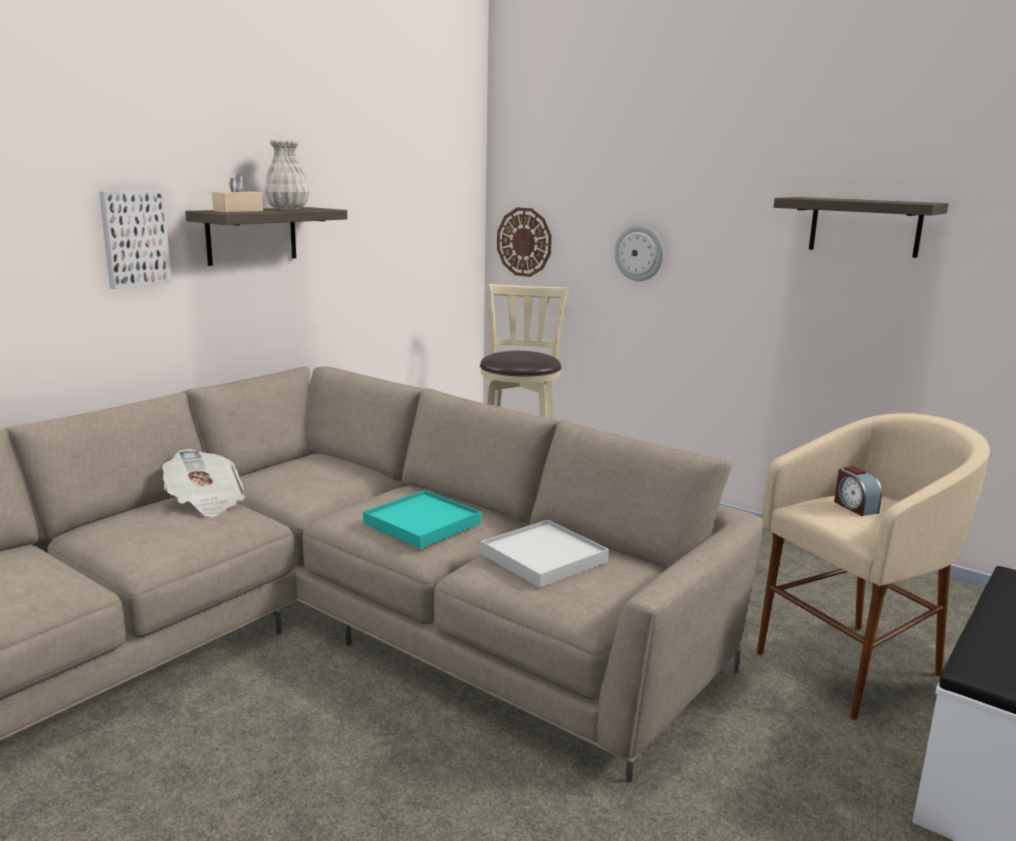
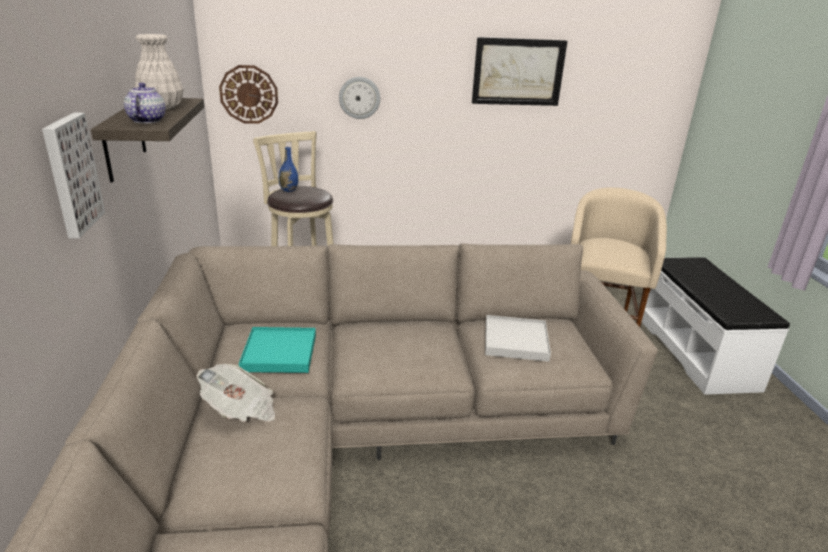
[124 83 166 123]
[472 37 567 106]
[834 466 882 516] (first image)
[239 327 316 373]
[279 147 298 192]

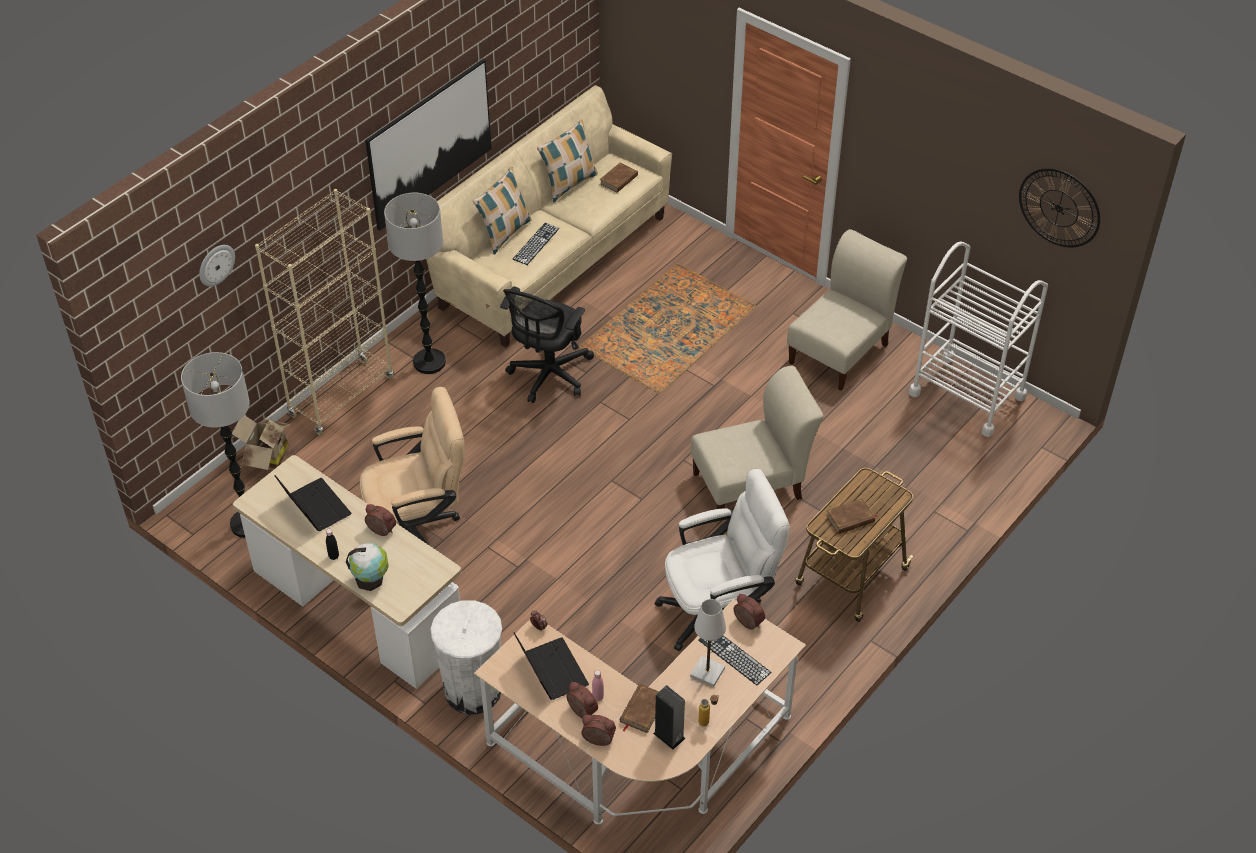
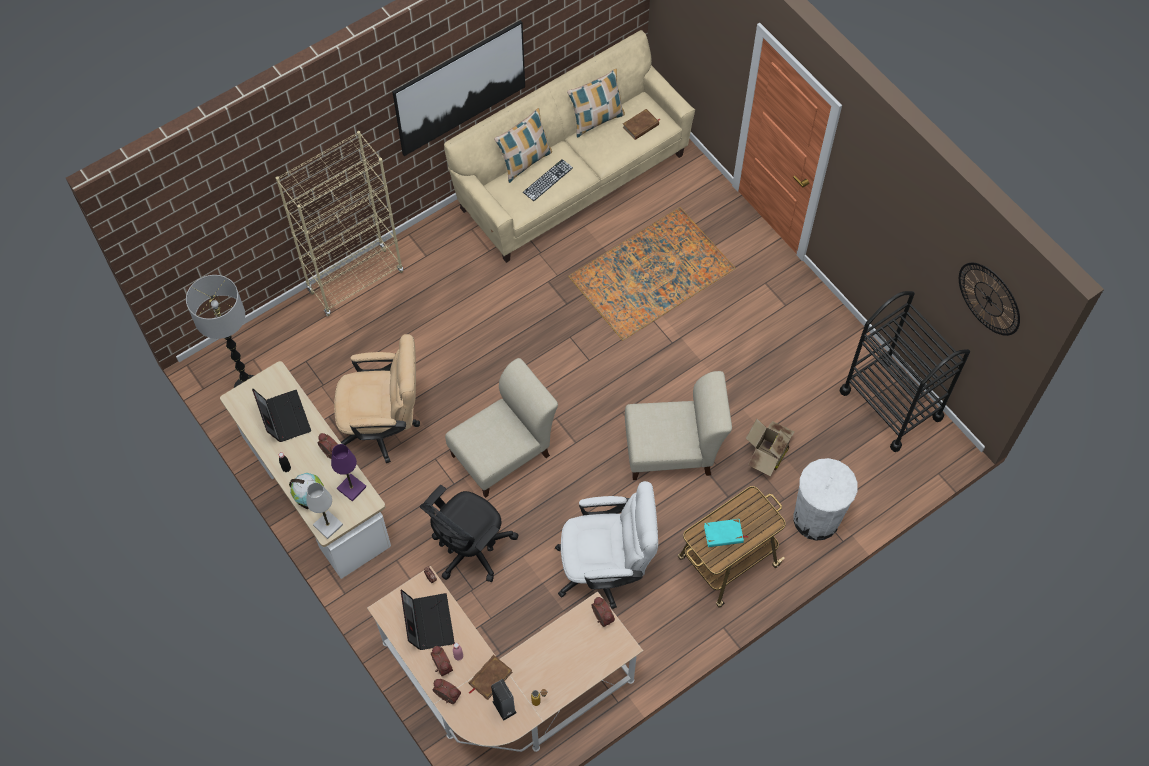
[384 193 446 374] (first image)
[445 358 558 498]
[839 291 970 452]
[199 245 235 286] (first image)
[420 485 519 582]
[746 419 795 476]
[704 519 748 547]
[306 483 343 539]
[793 458 858 541]
[699 636 771 685] (first image)
[331 444 366 502]

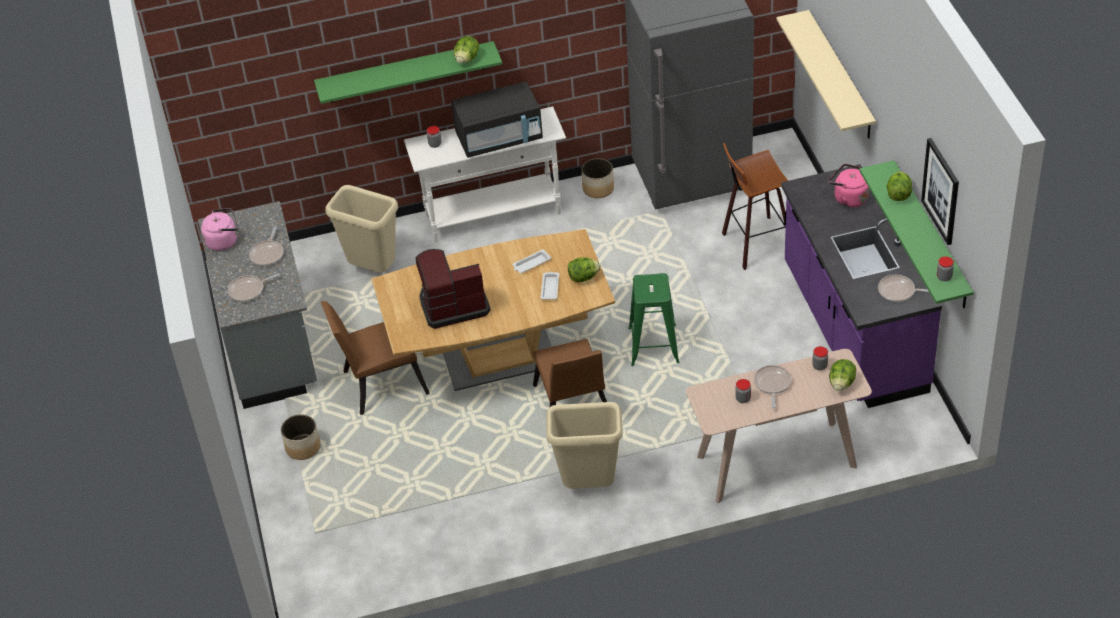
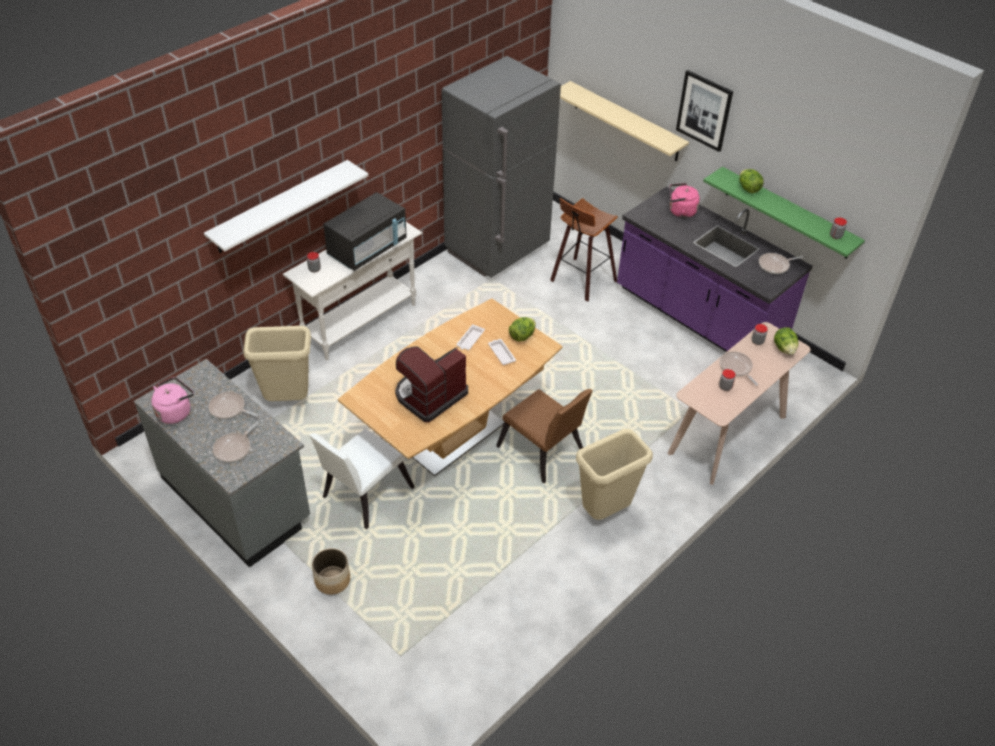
[454 36 479 64] (first image)
[204 160 368 253]
[676 70 733 152]
[582 158 614 198] (first image)
[208 392 259 419]
[628 273 680 366] (first image)
[309 428 415 529]

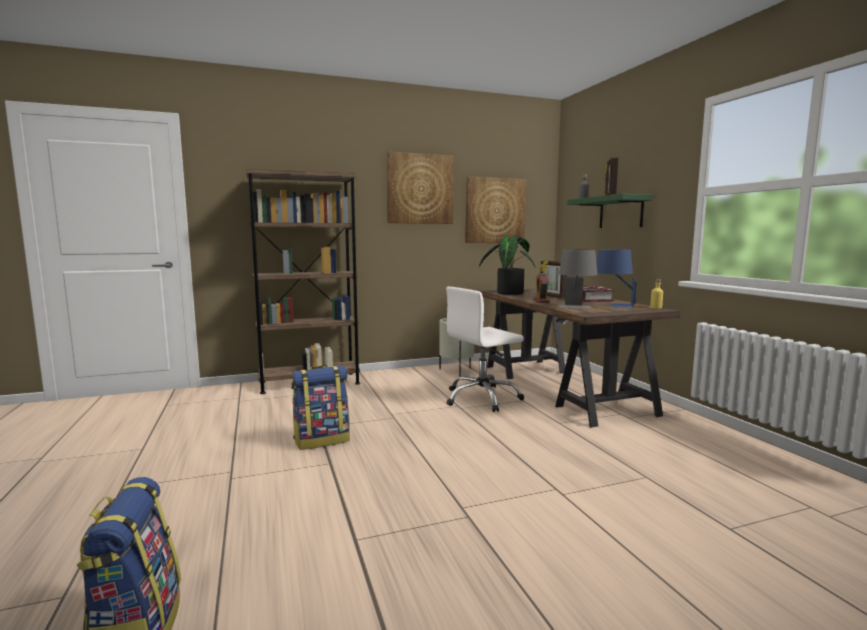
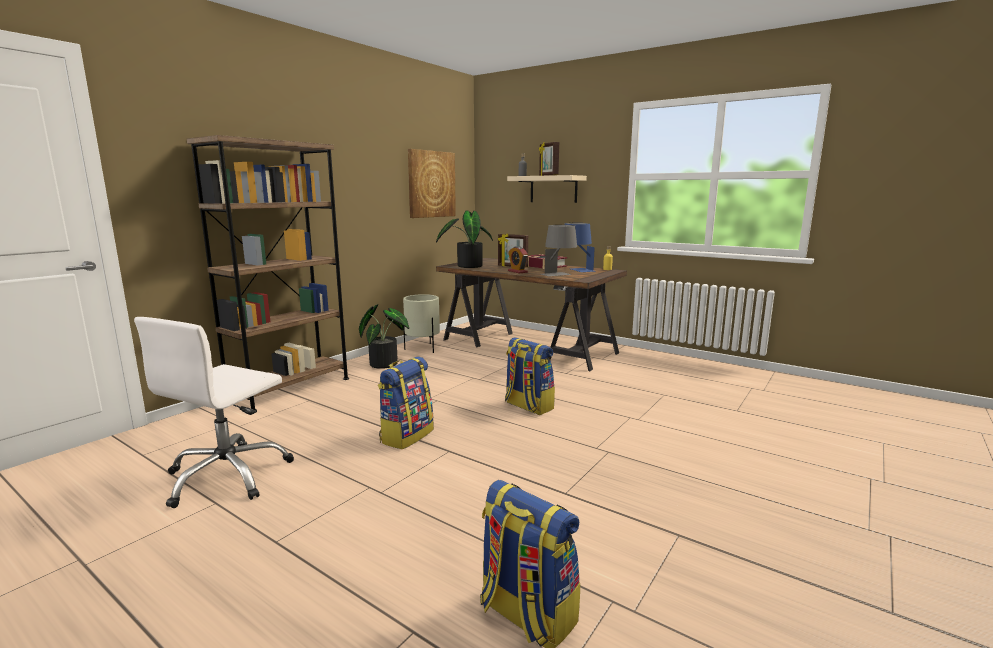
[387 152 454 224] (first image)
[507 175 587 203]
[134 317 294 508]
[359 304 409 369]
[505 337 555 415]

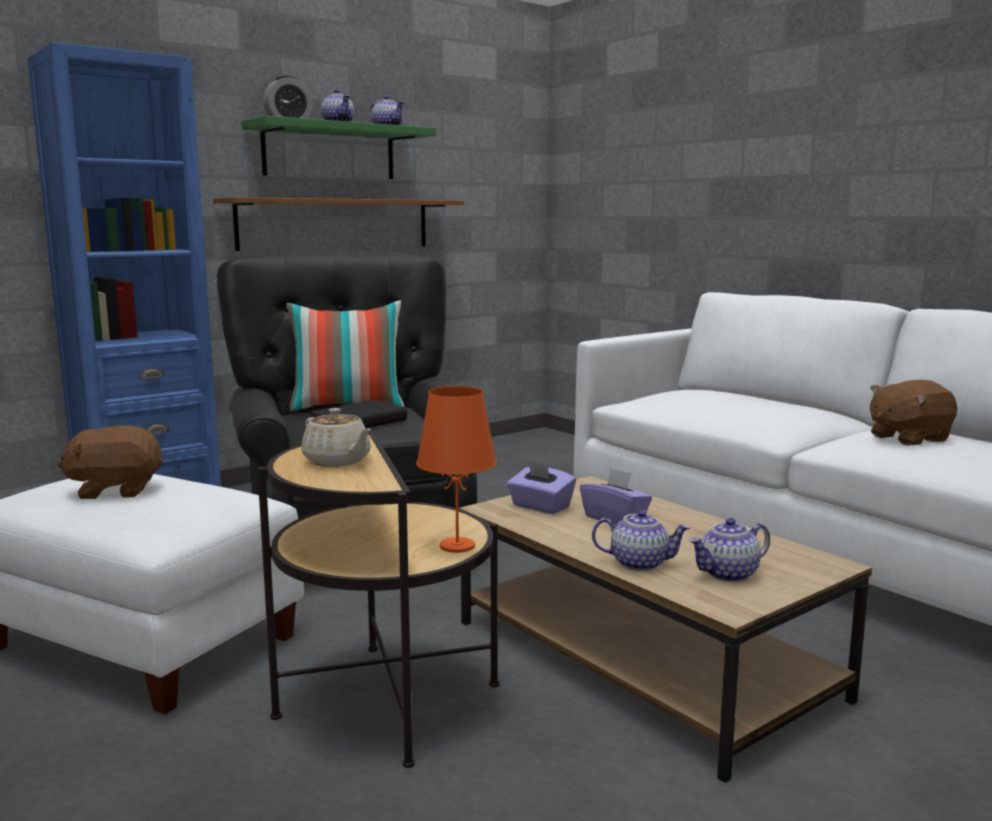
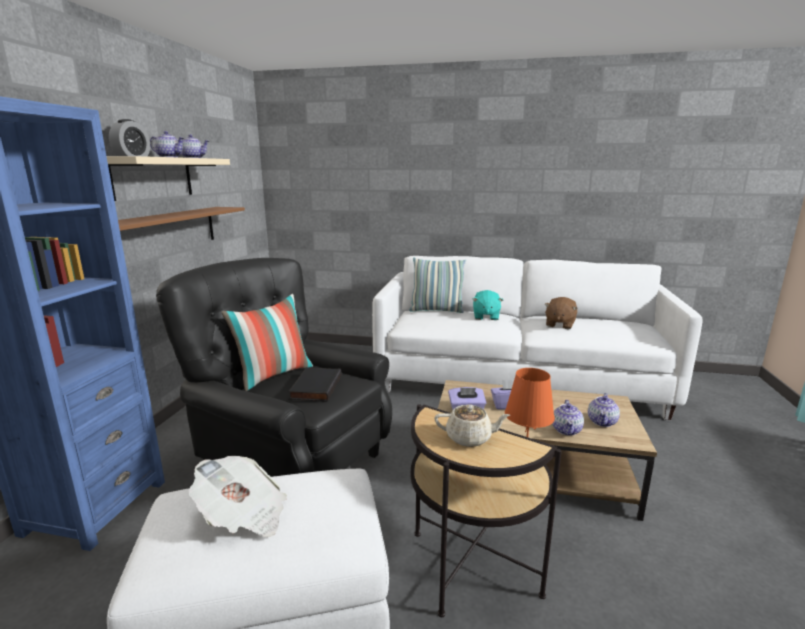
[107 156 230 201]
[189 456 287 537]
[552 400 584 436]
[409 257 466 313]
[472 290 503 320]

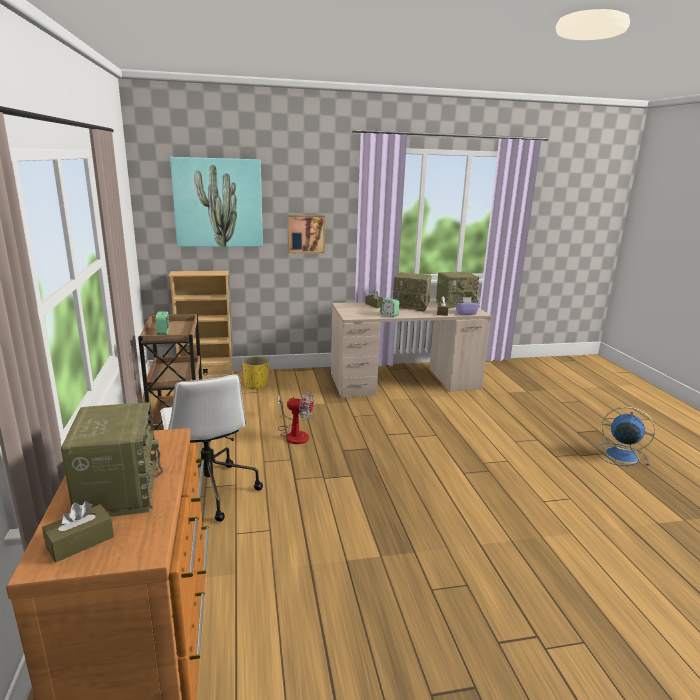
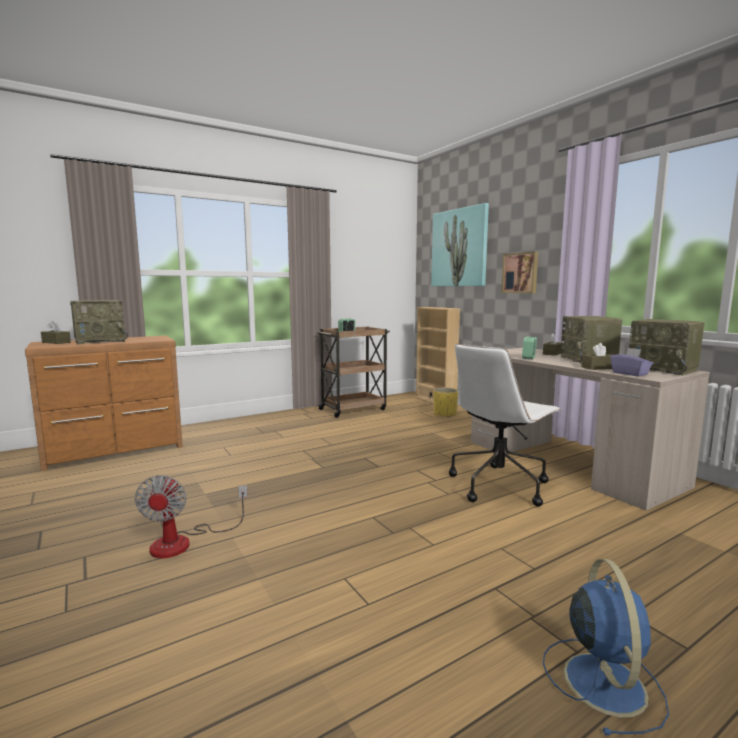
[449 344 561 507]
[135 475 248 558]

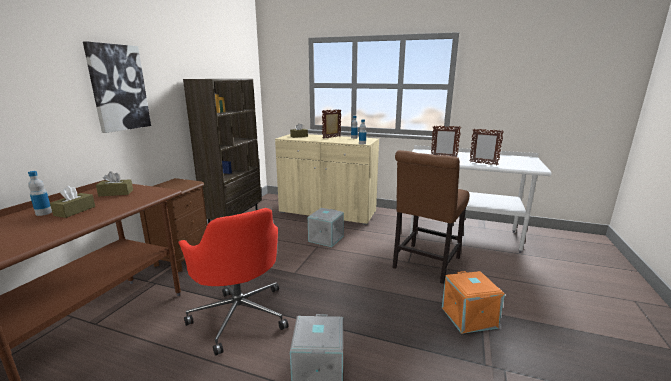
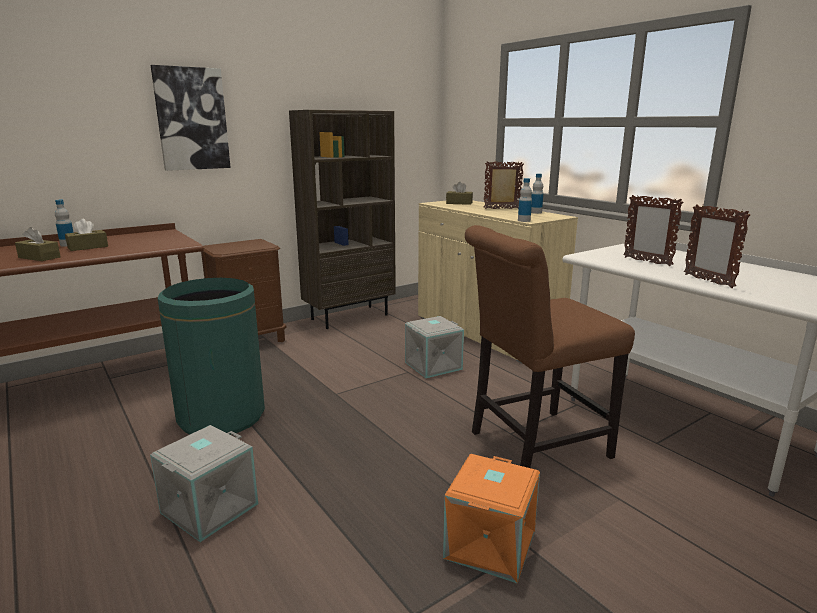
[15 227 61 261]
[158 278 265 435]

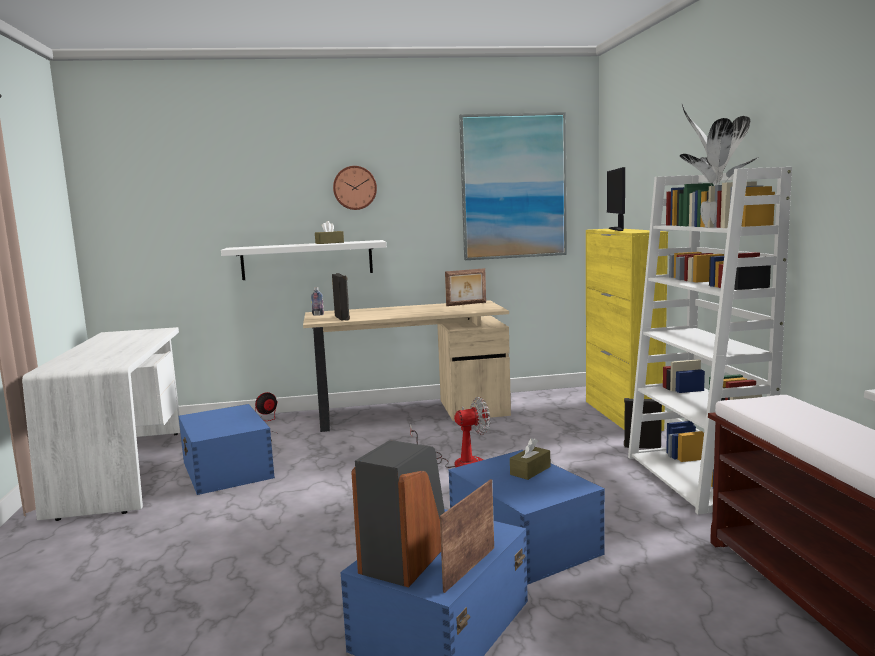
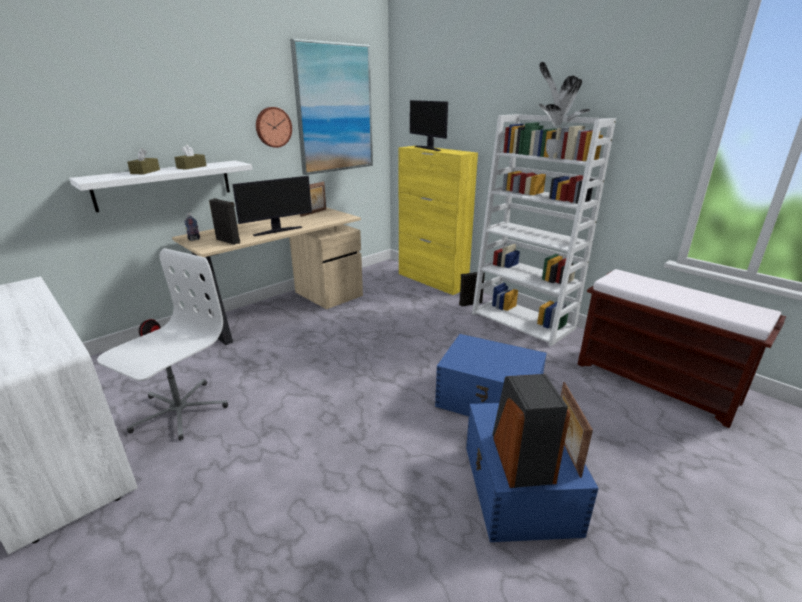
[256 107 292 148]
[410 397 490 468] (first image)
[97 248 228 440]
[127 148 160 174]
[232 176 312 236]

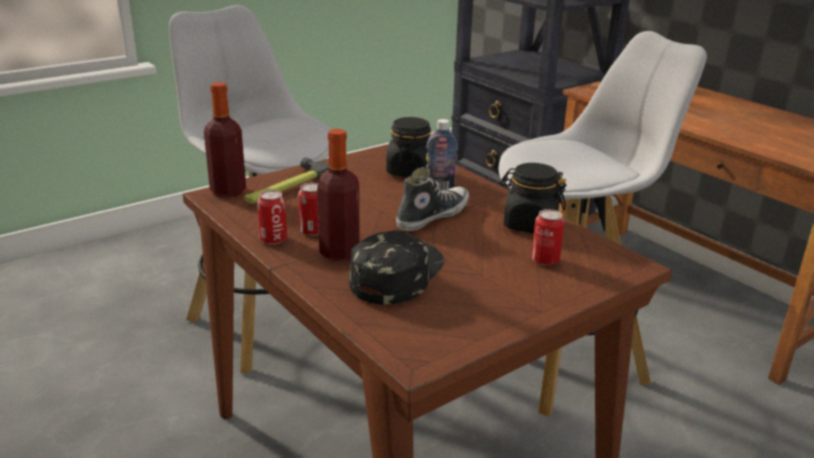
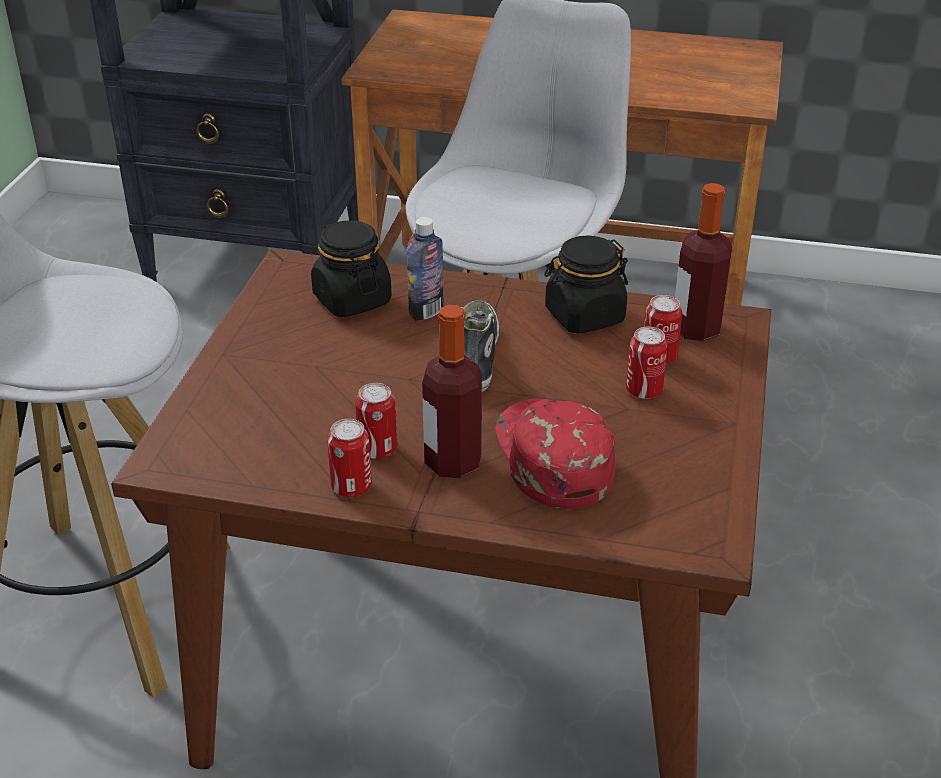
[675 183 732 341]
[244 157 329 204] (first image)
[495 399 615 509]
[626 327 668 399]

